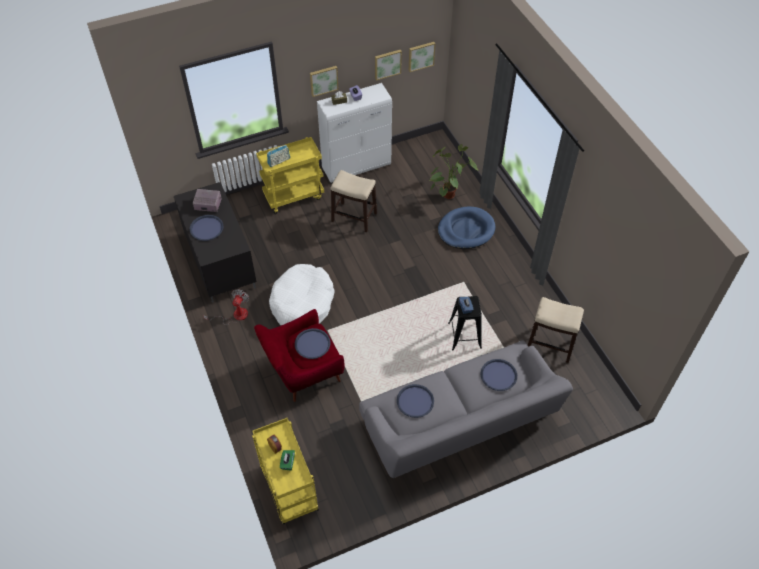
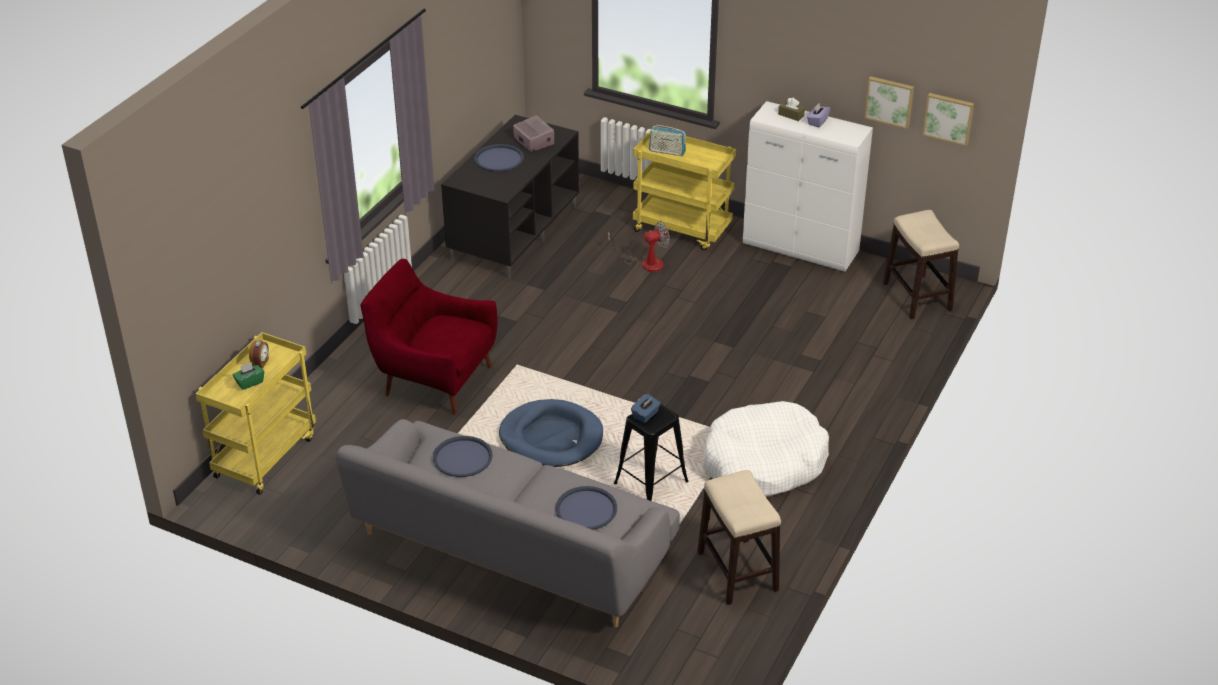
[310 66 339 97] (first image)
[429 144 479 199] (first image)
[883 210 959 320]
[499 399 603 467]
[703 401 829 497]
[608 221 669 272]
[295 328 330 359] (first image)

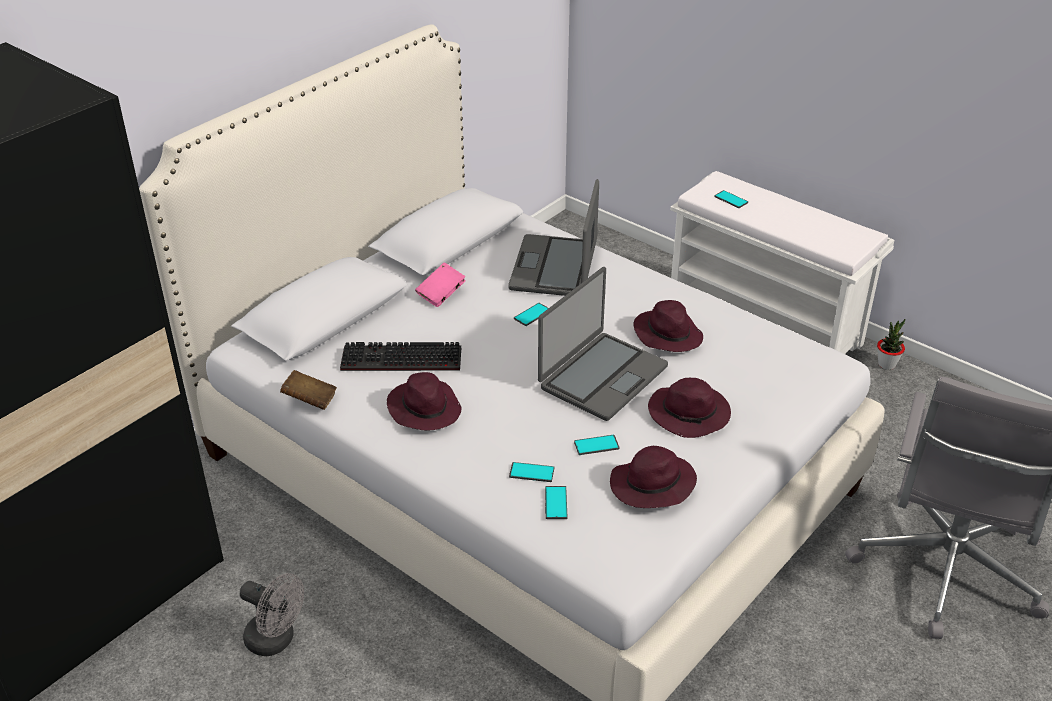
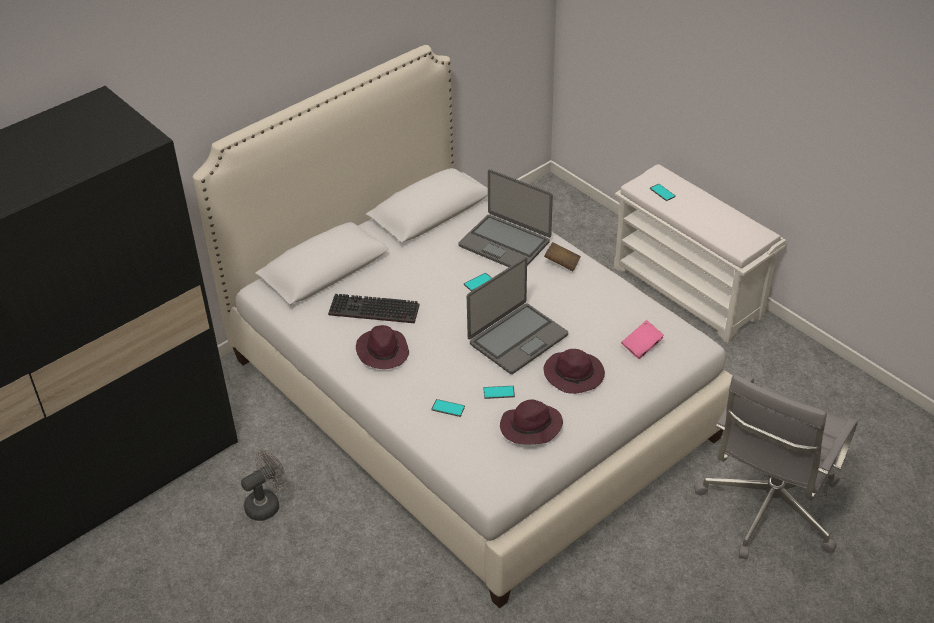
[458 169 553 267]
[621 320 664 359]
[633 300 703 352] (first image)
[877 319 905 370] (first image)
[544 242 581 271]
[545 486 567 519] (first image)
[241 450 287 521]

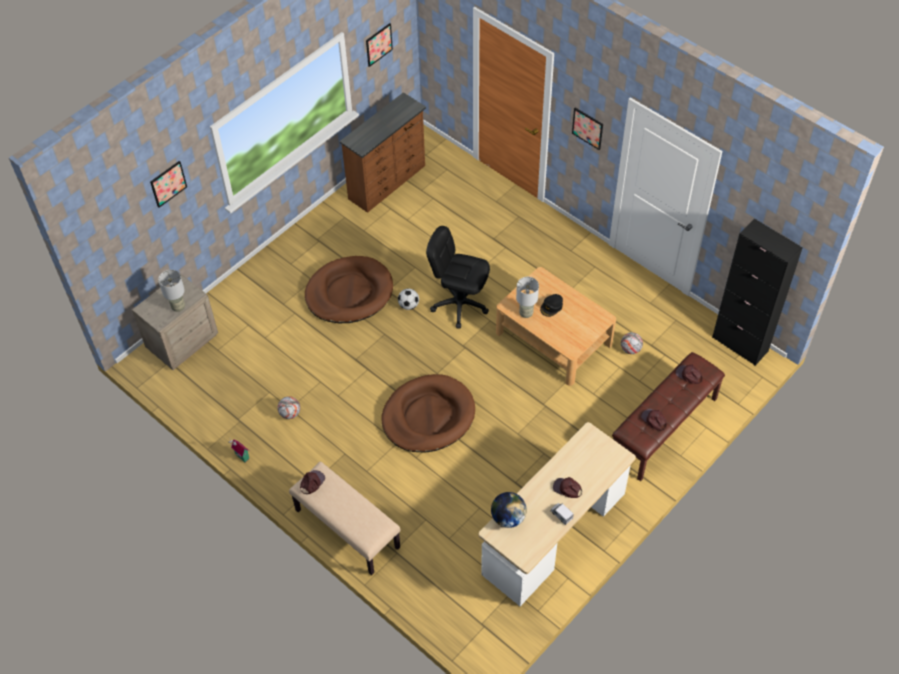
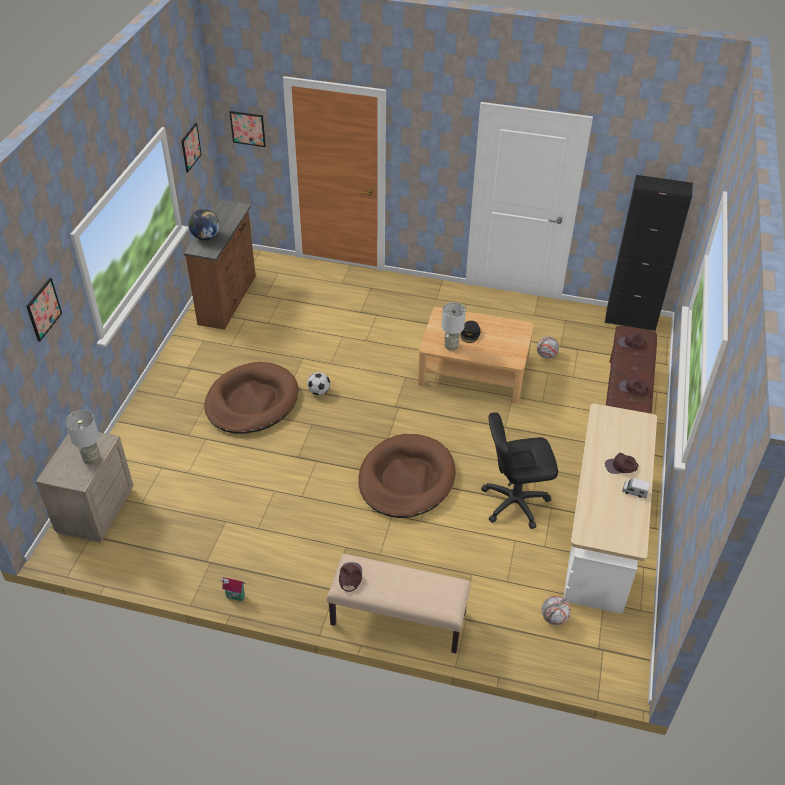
[229 111 266 147]
[481 412 558 529]
[542 596 571 625]
[189 209 220 240]

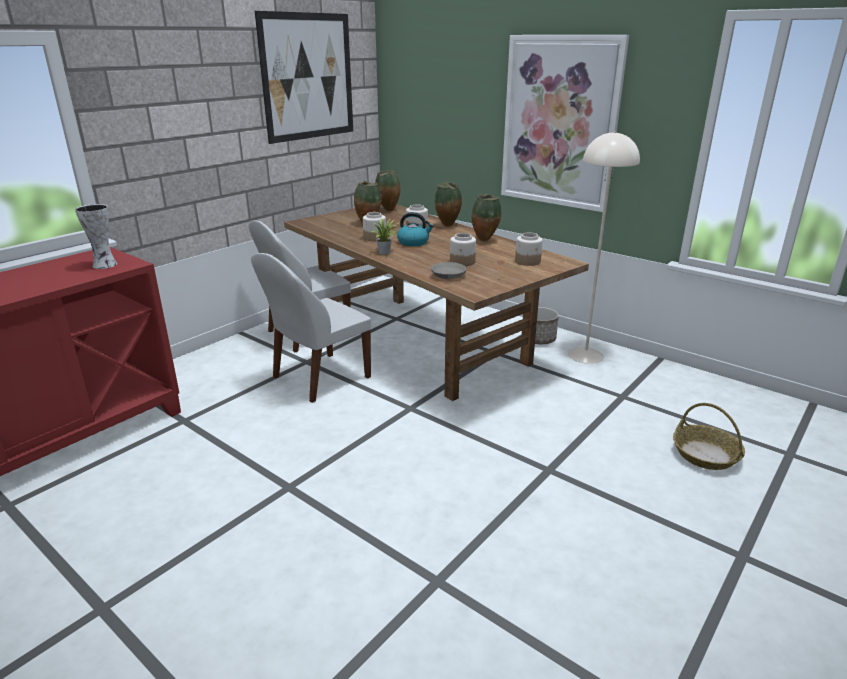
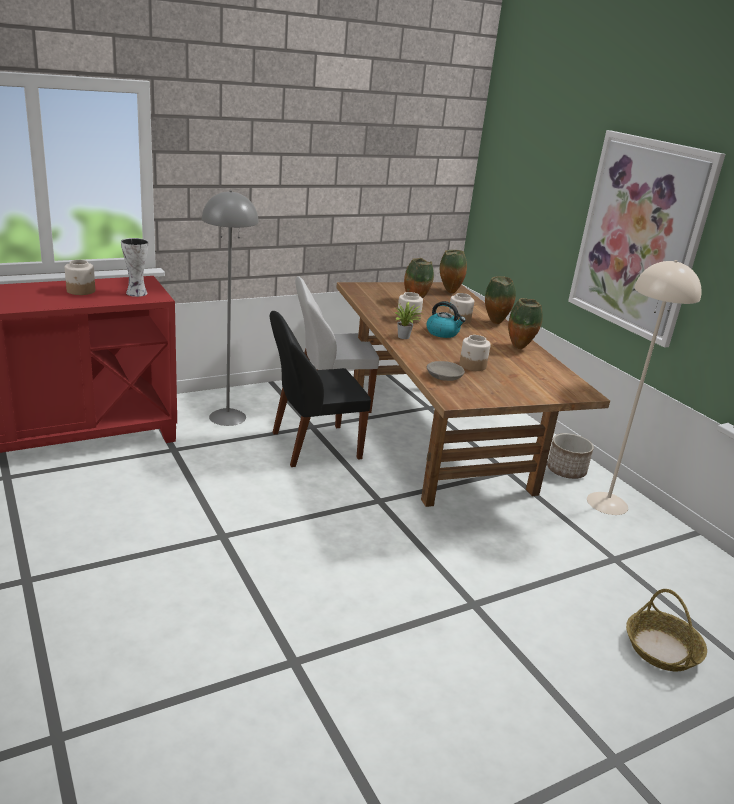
[255 11 353 144] (first image)
[65 260 95 295]
[270 311 371 467]
[202 190 259 426]

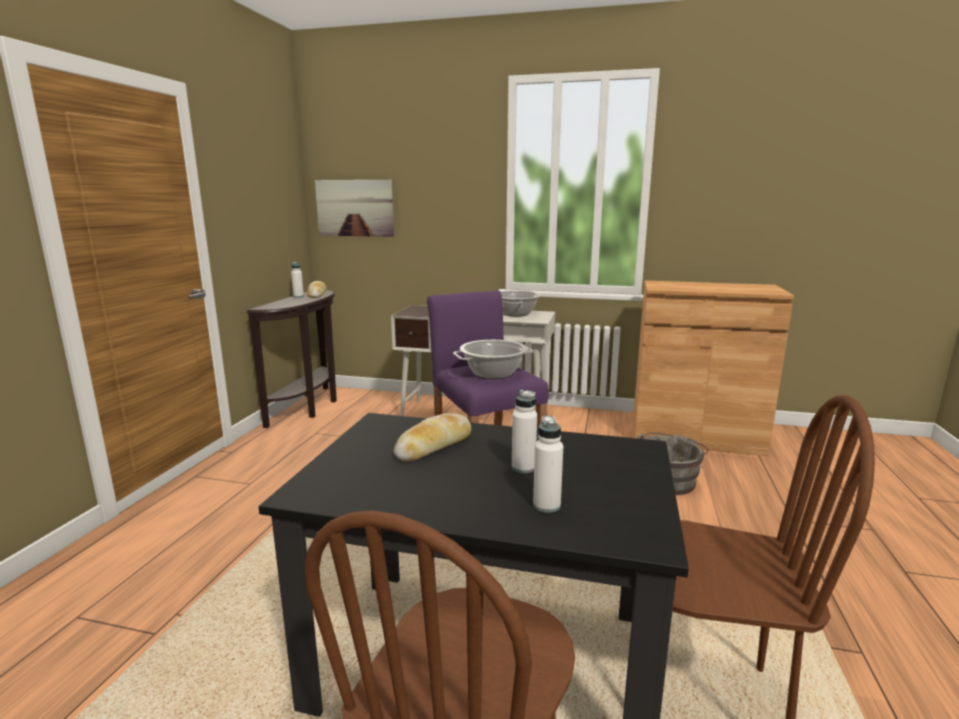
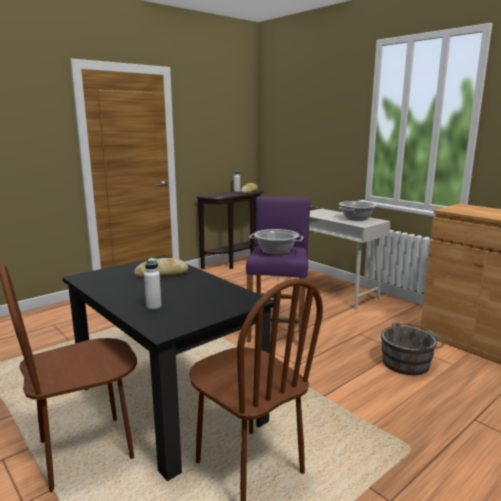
[315 180 394 237] (first image)
[512 390 537 473] (first image)

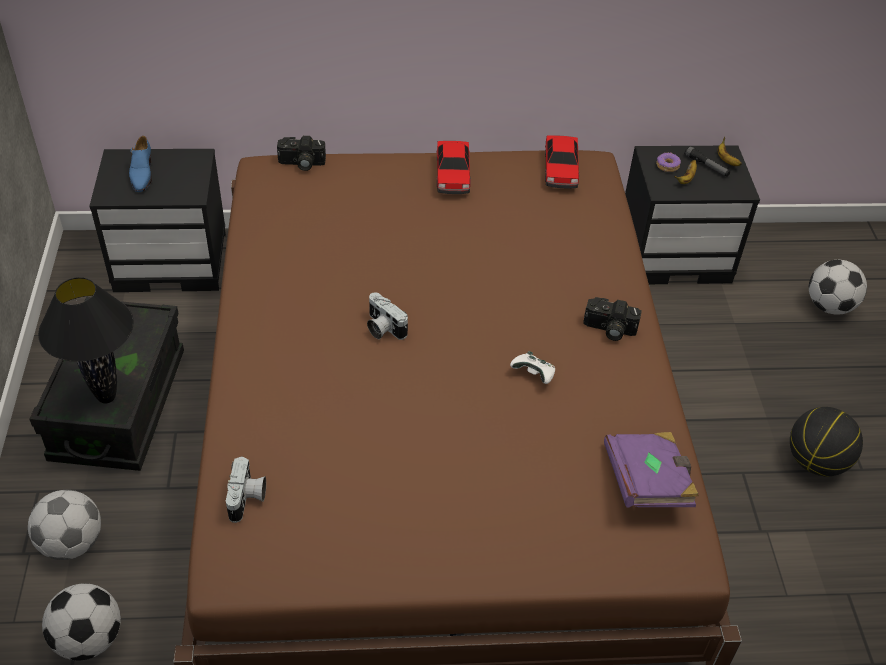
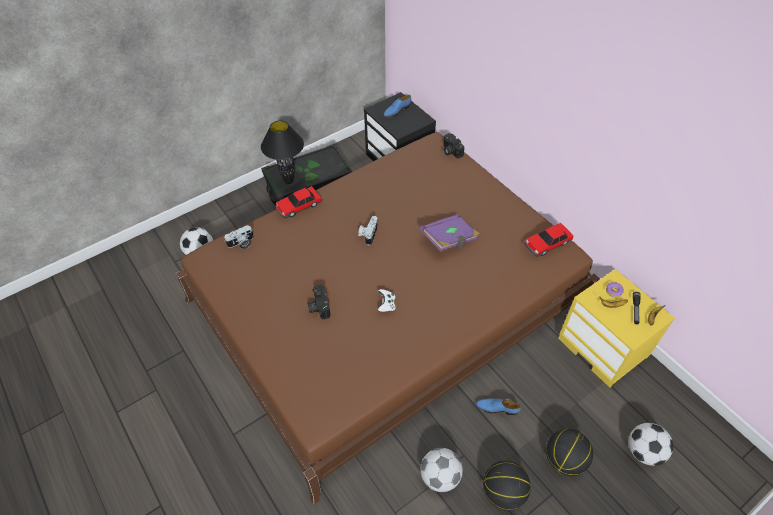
[275 186 322 218]
[558 269 675 388]
[308 284 331 320]
[420 215 480 252]
[421 448 463 492]
[476 398 521 415]
[546 429 593 476]

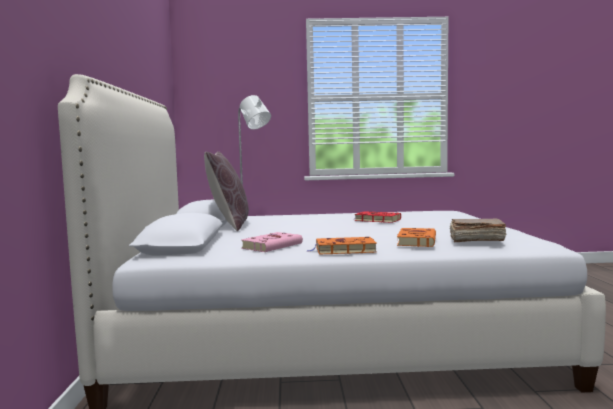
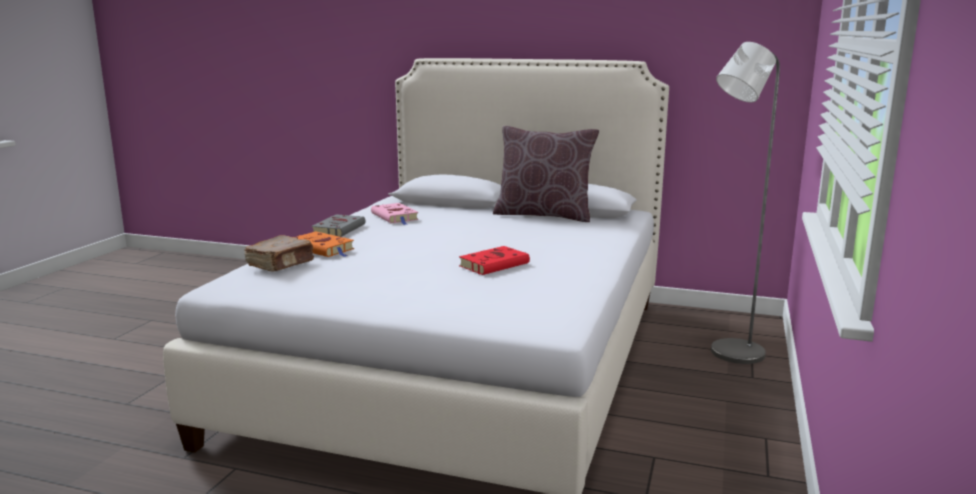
[311 214 366 237]

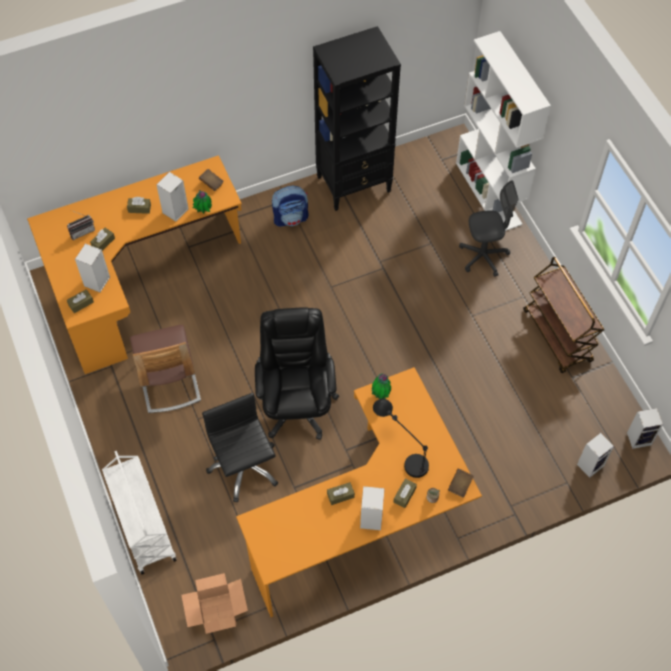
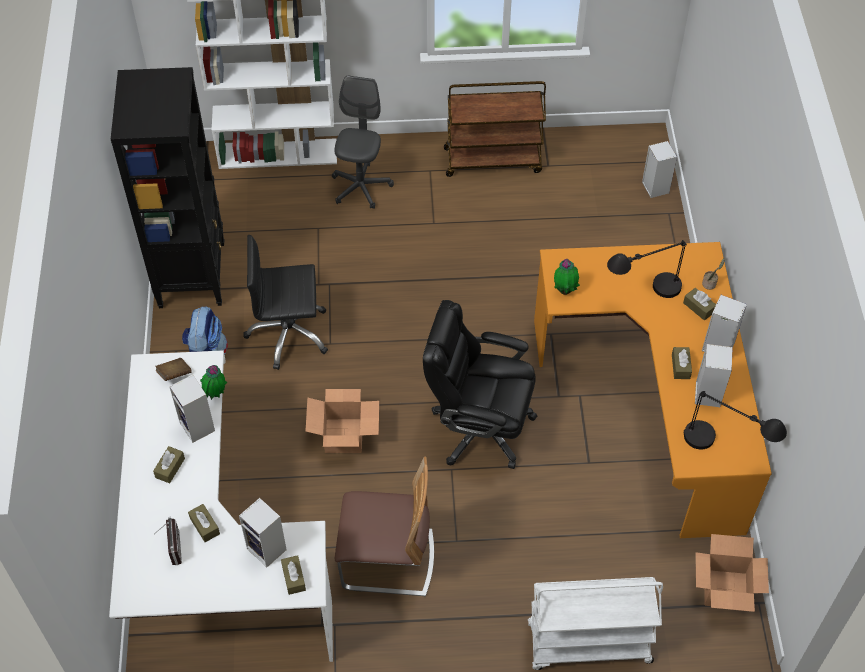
[109 350 333 662]
[243 235 328 370]
[695 344 733 407]
[448 469 474 498] (first image)
[306 389 379 453]
[683 391 787 449]

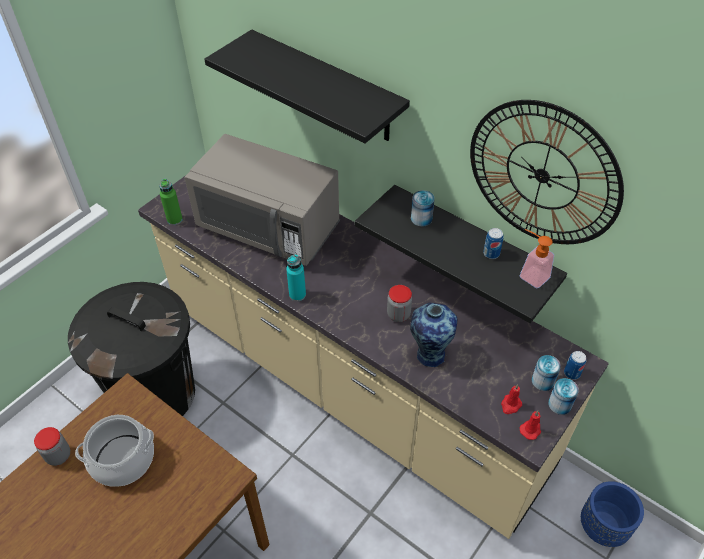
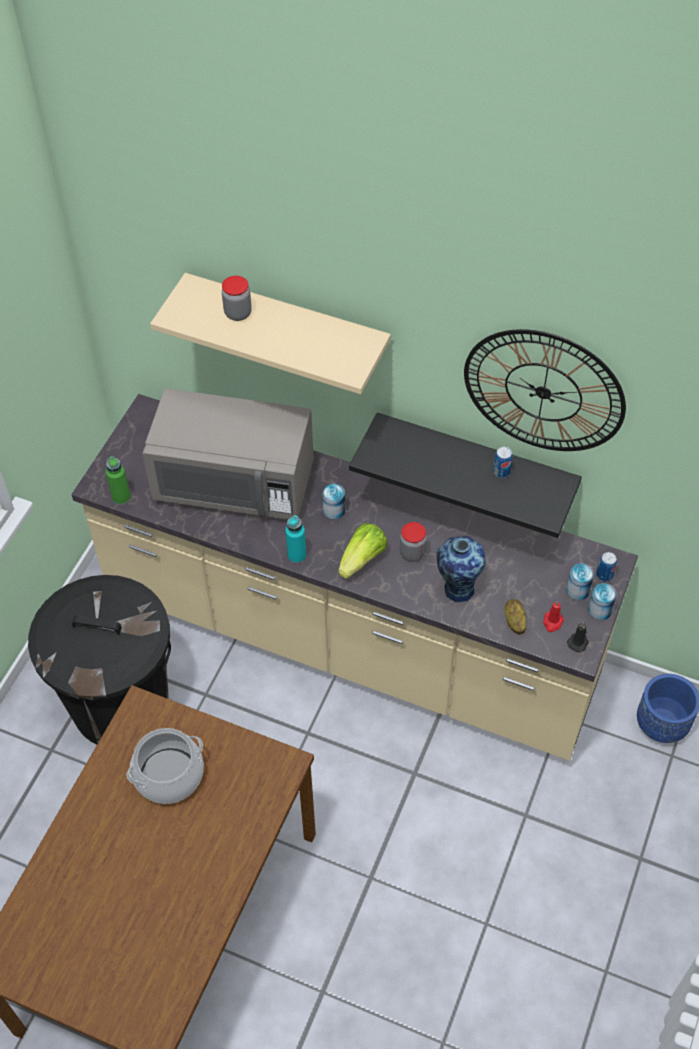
[150 273 391 394]
[322 484 345 519]
[520 229 554 288] (first image)
[567 622 589 652]
[222 276 252 321]
[338 523 388 579]
[505 599 526 634]

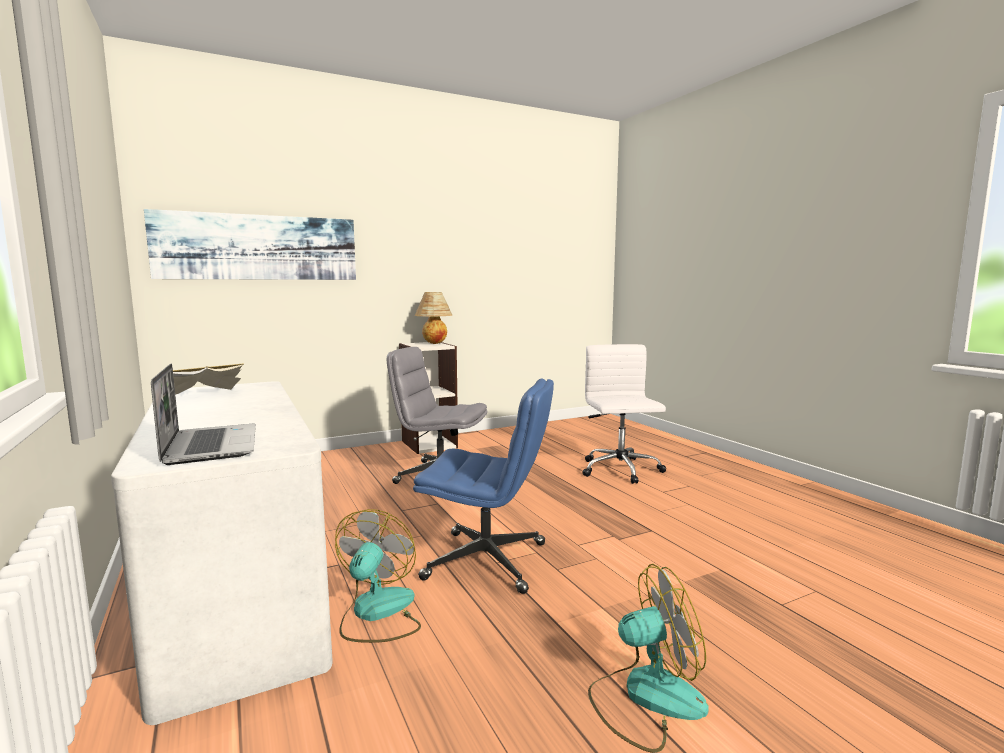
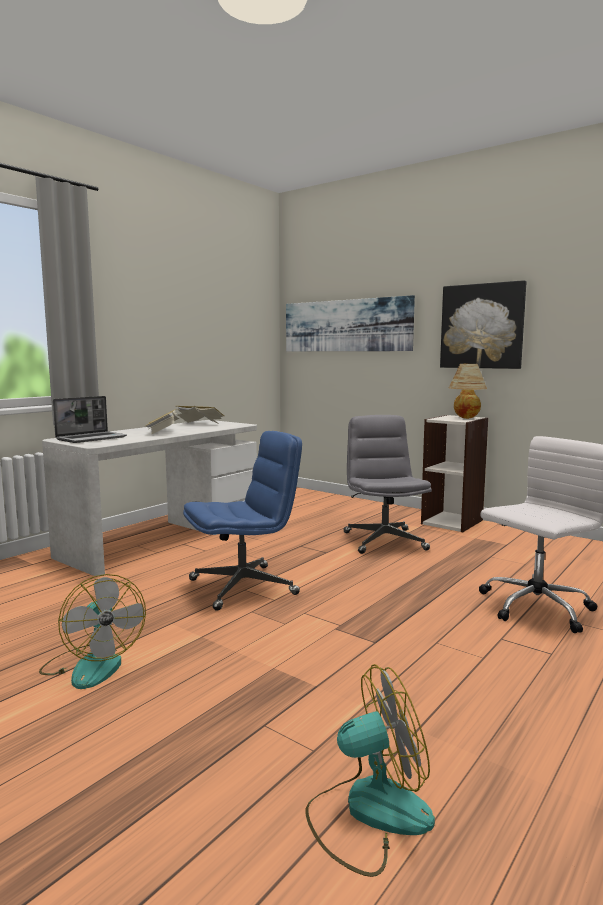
[183 431 302 611]
[306 664 435 877]
[440 280 526 369]
[146 409 179 435]

